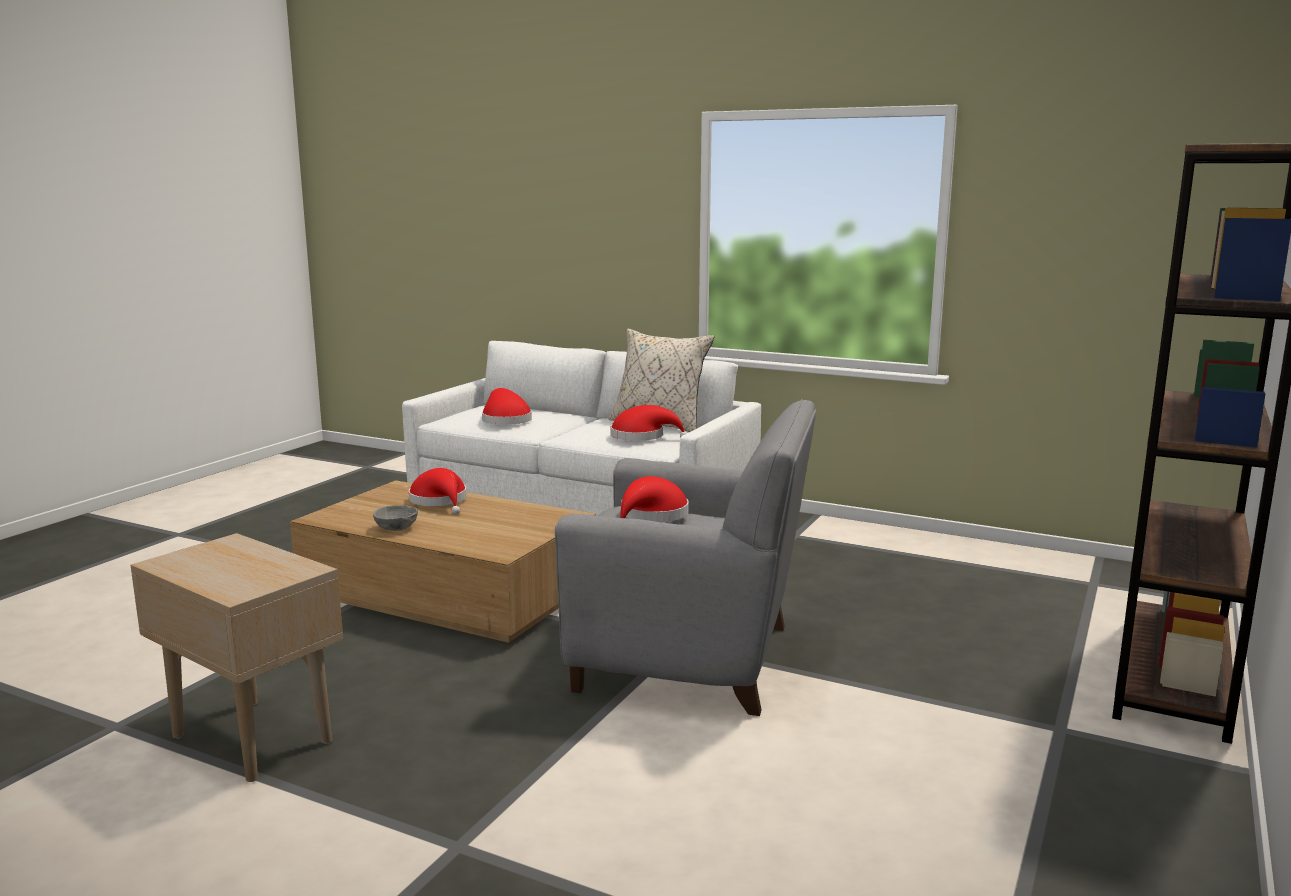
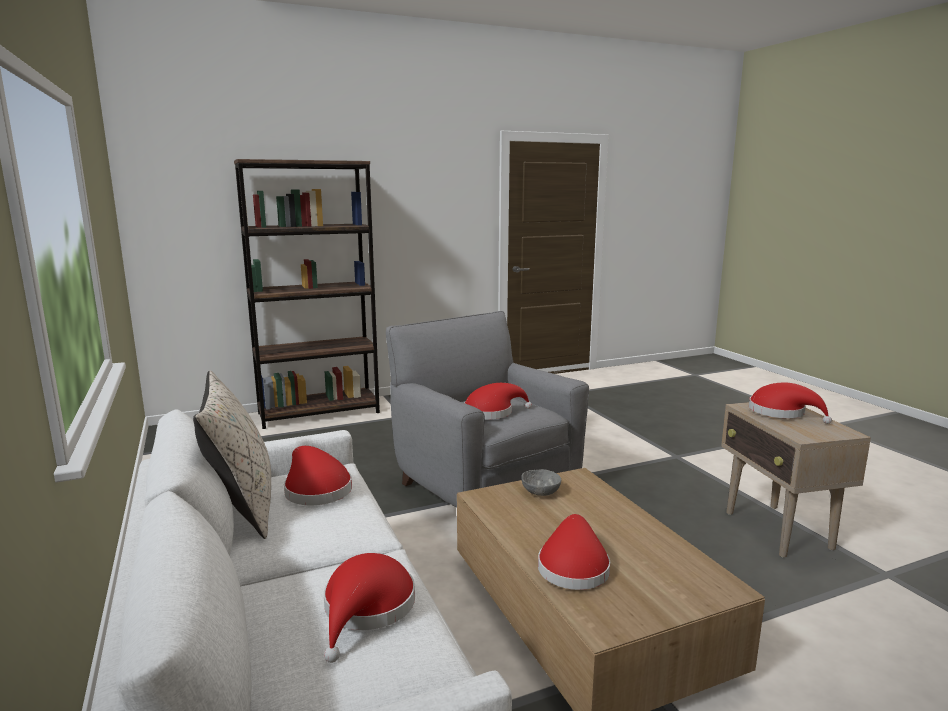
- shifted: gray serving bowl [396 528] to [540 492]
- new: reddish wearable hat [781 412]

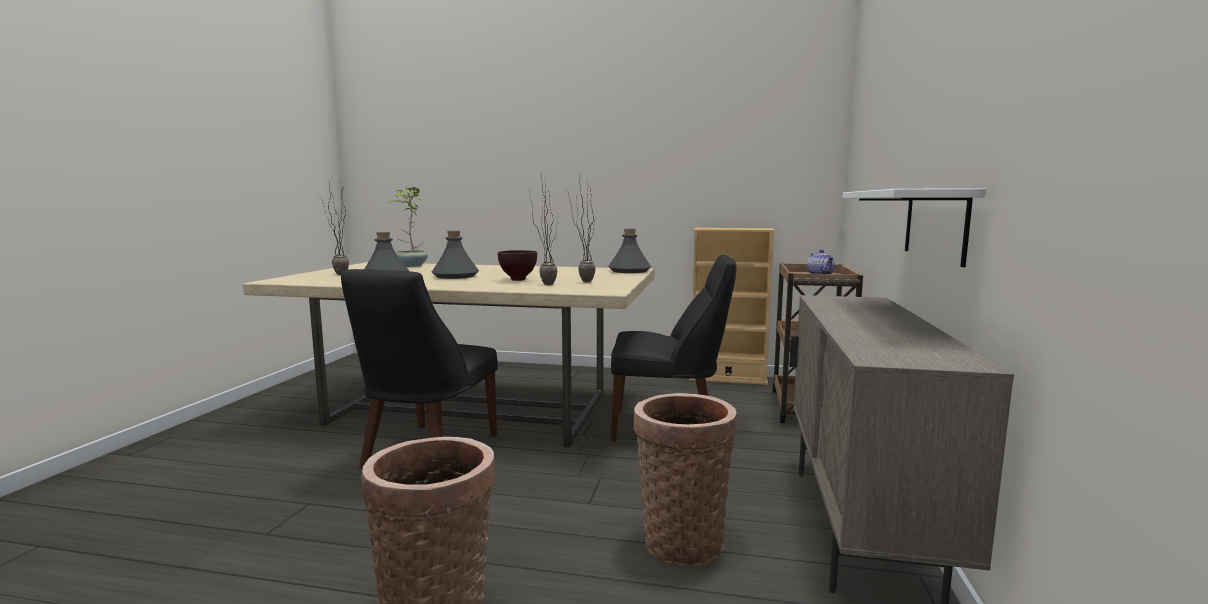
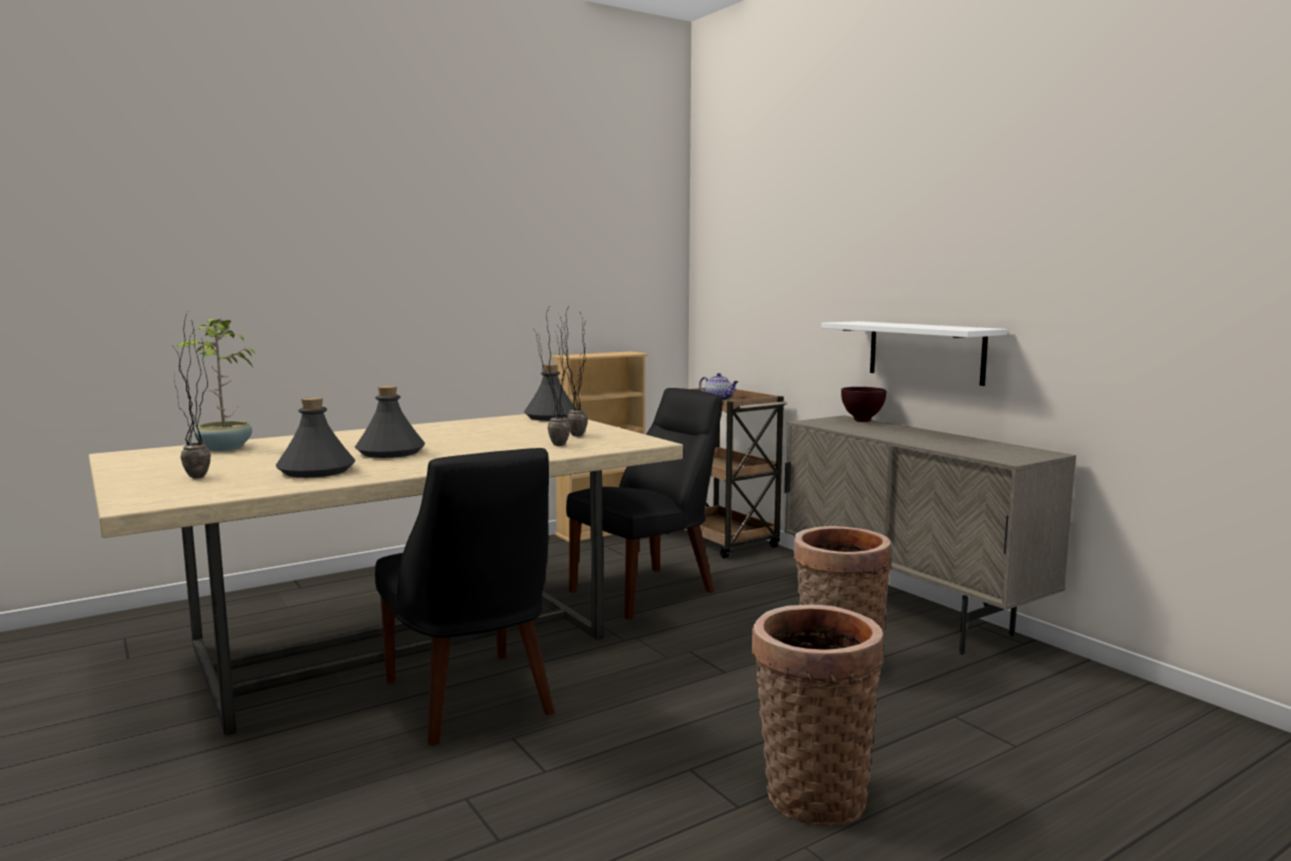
- shifted: brown-coloured serving bowl [519 280] to [862 420]

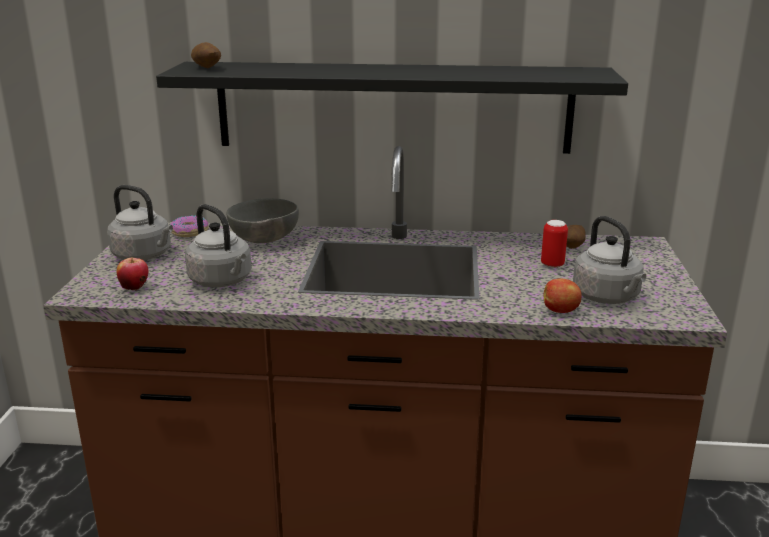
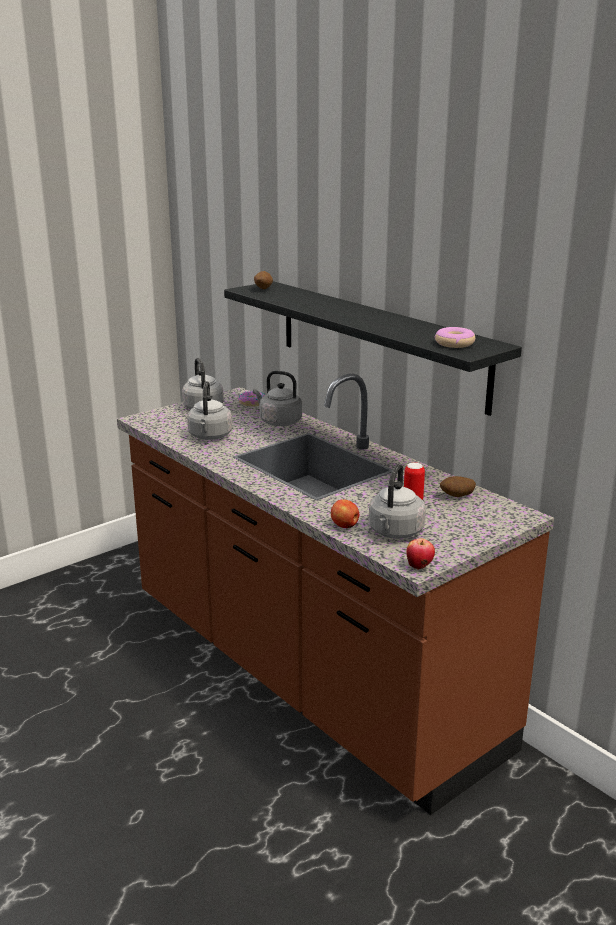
- swapped: gray serving bowl [264 241] to gray tea kettle [278 422]
- shifted: apple fruit [135 288] to [419 567]
- new: ring doughnut [454 343]

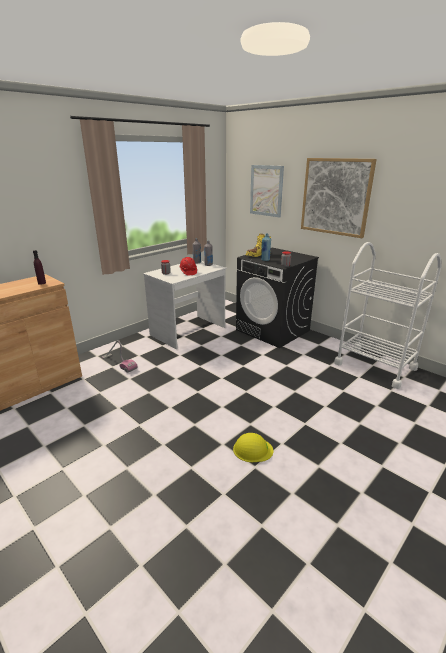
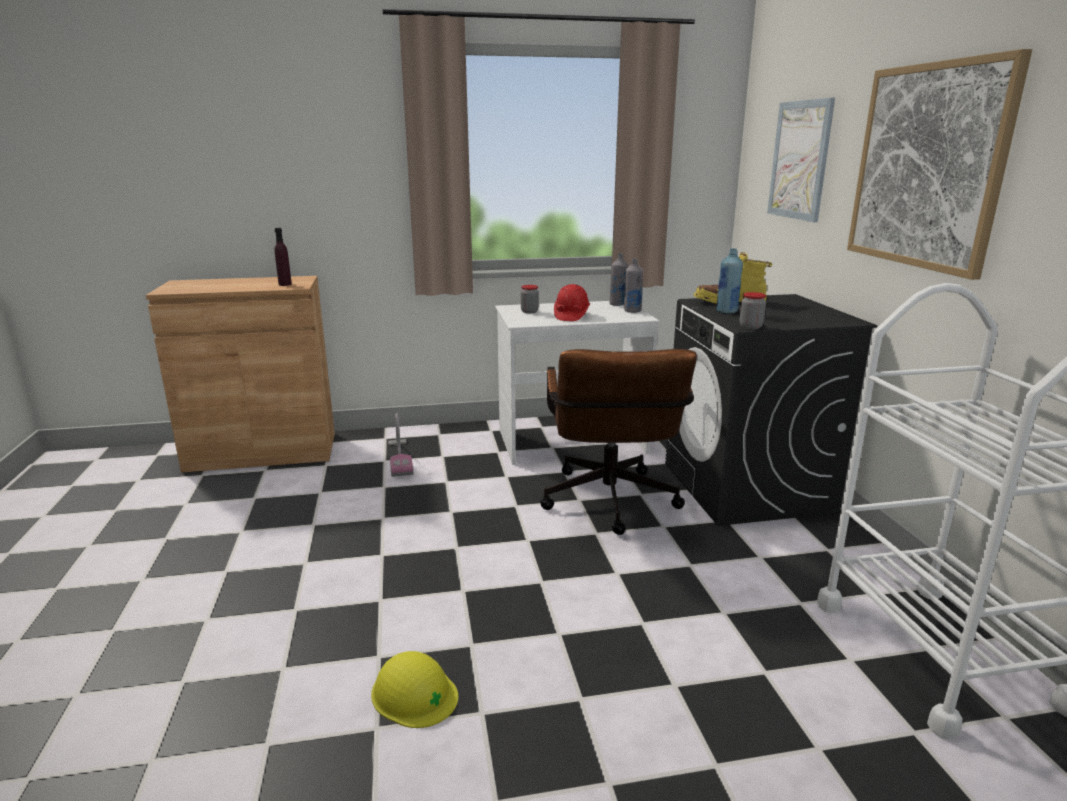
- new: brown-coloured computer chair [610 505]

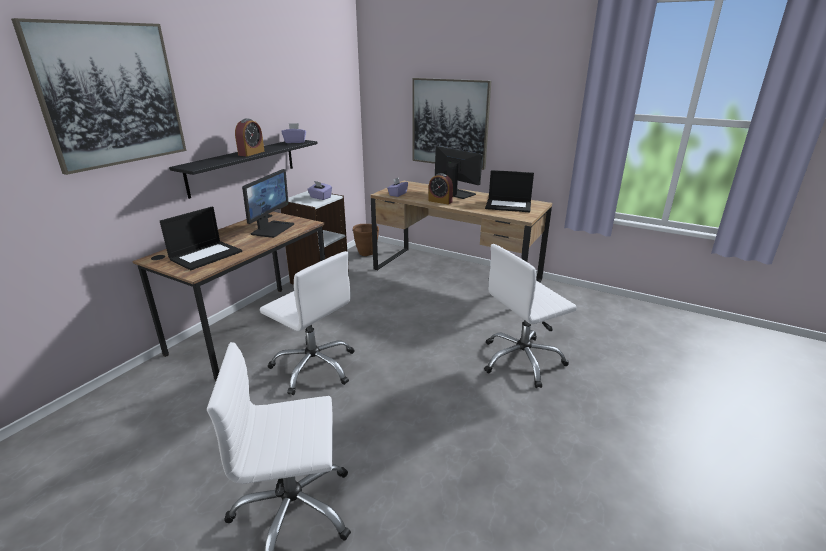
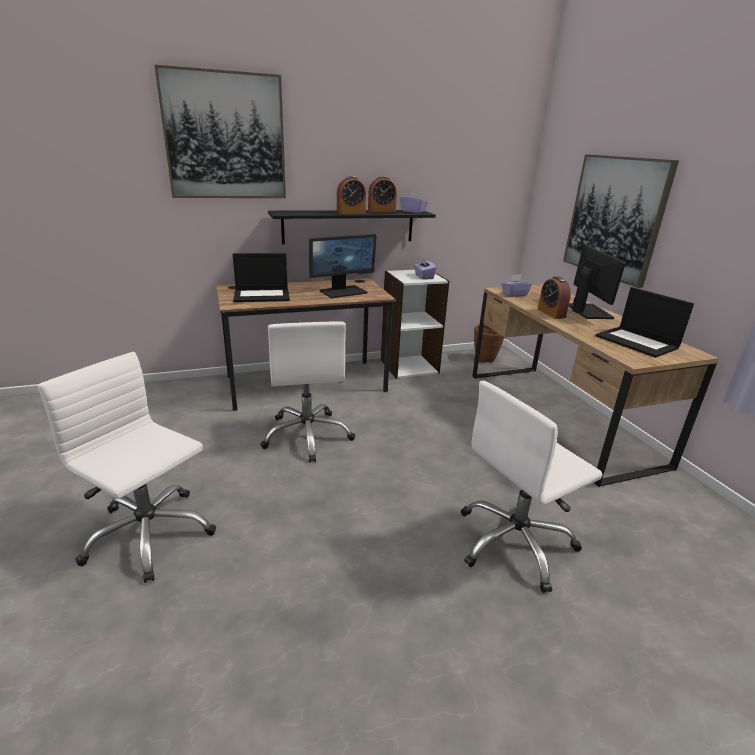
- new: bedside clock [381 211]
- rotated: white computer chair [522 360] = [515 543] 45 degrees counterclockwise

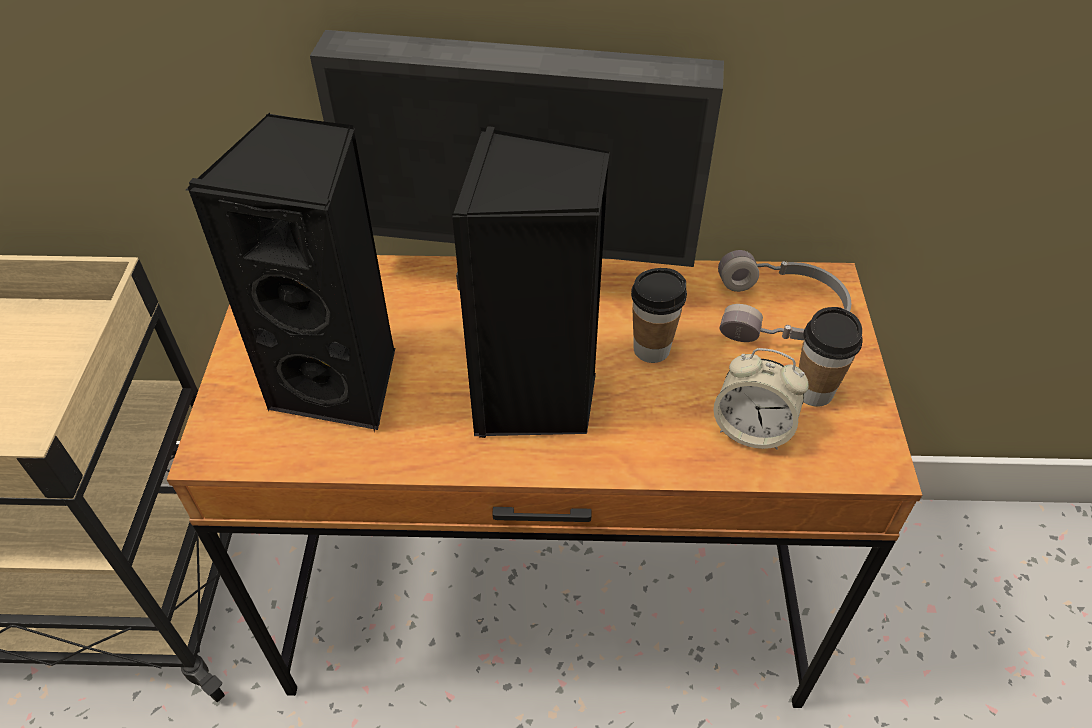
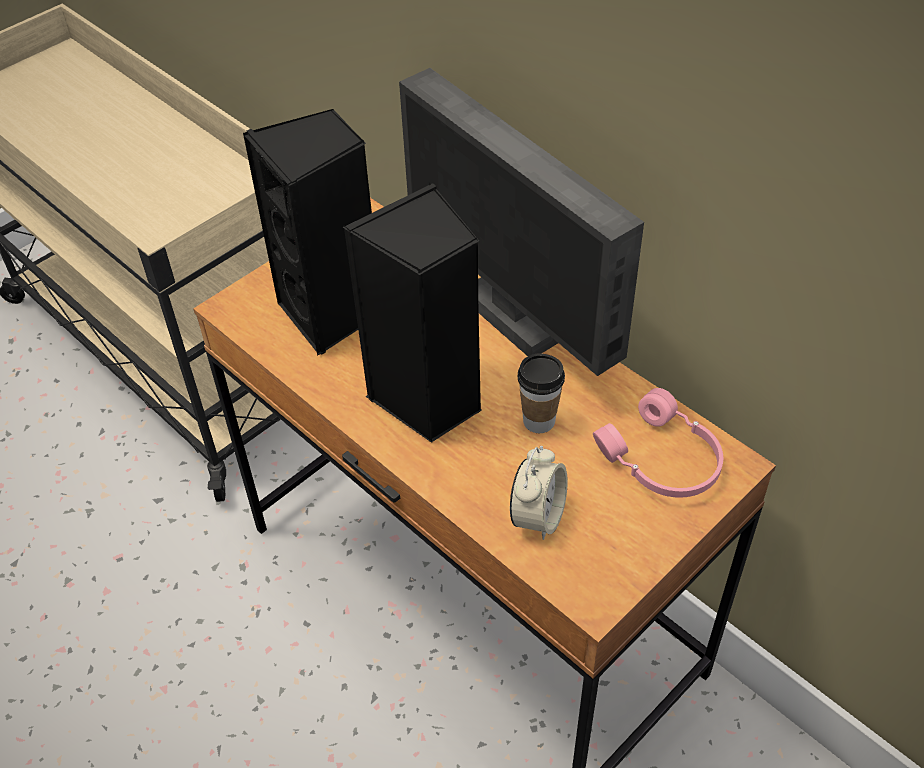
- rotated: bedside clock [751 429] = [538 516] 135 degrees counterclockwise
- repainted: gray pair of headphones [780 315] to pink-coloured pair of headphones [661 460]
- gone: small cup [813 392]

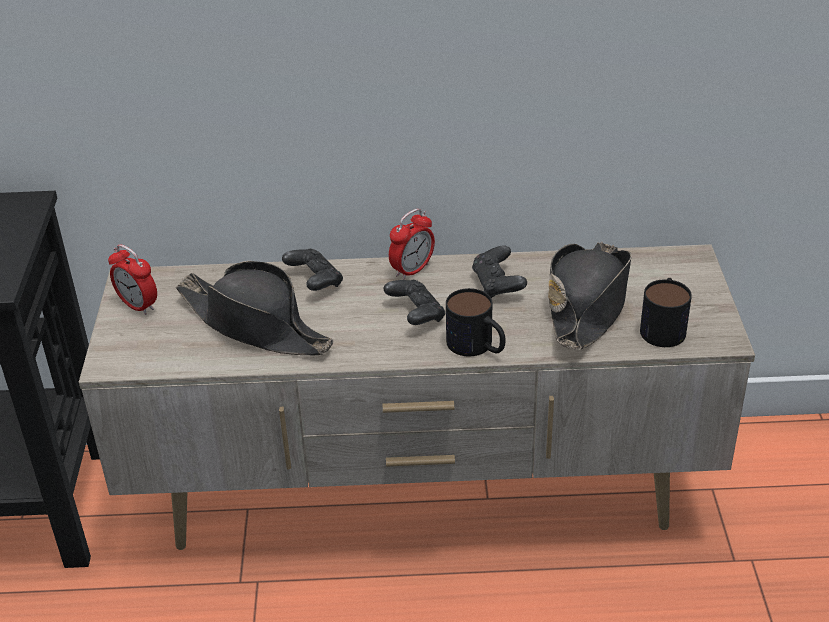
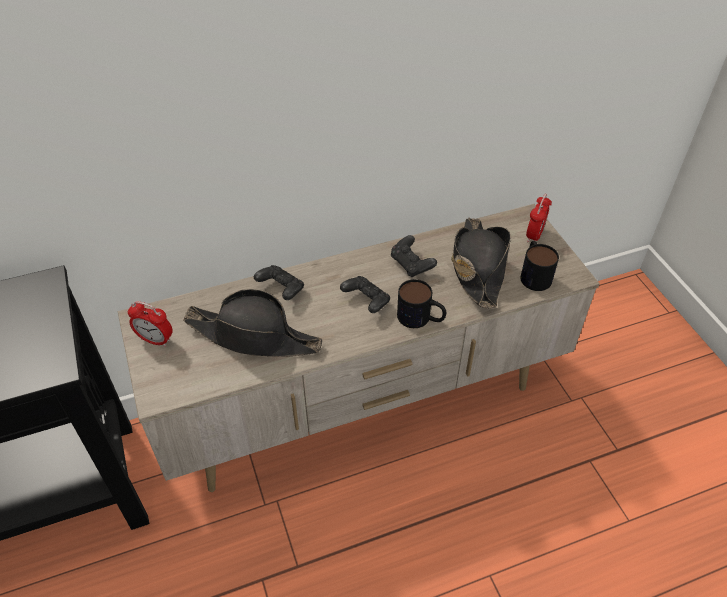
- shifted: bedside clock [412 270] to [534 235]

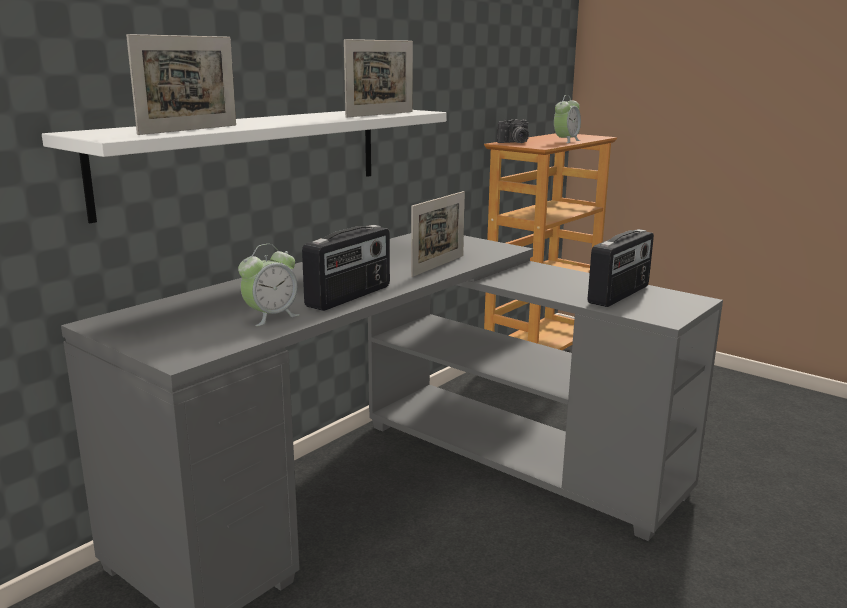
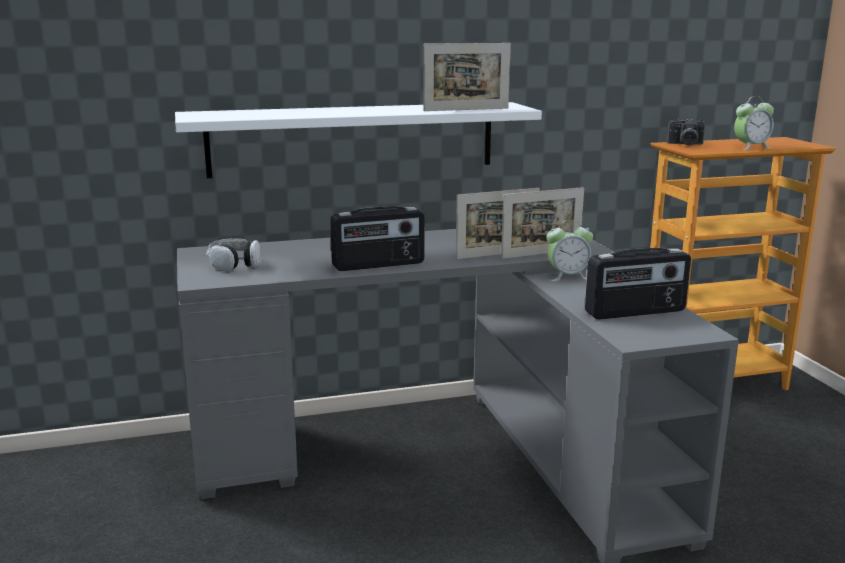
- new: pair of headphones [234 264]
- shifted: photo frame [189 129] to [541 254]
- shifted: bedside clock [271 317] to [567 276]

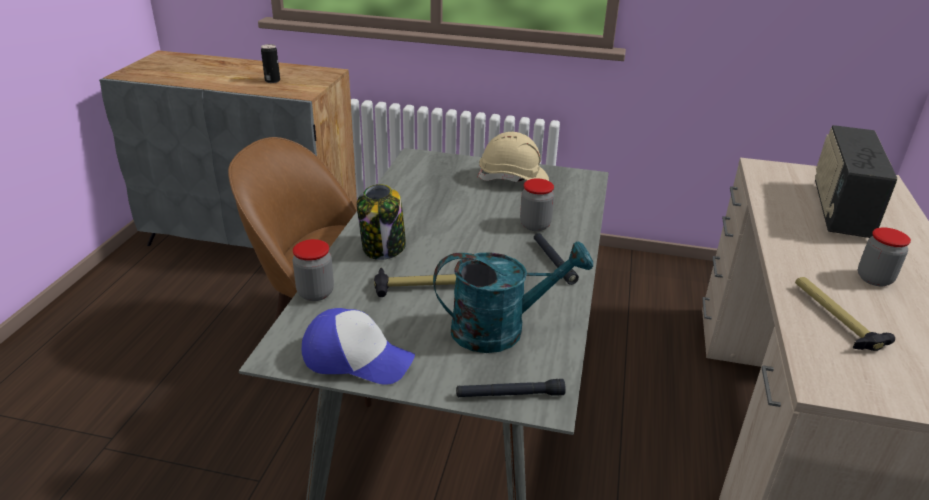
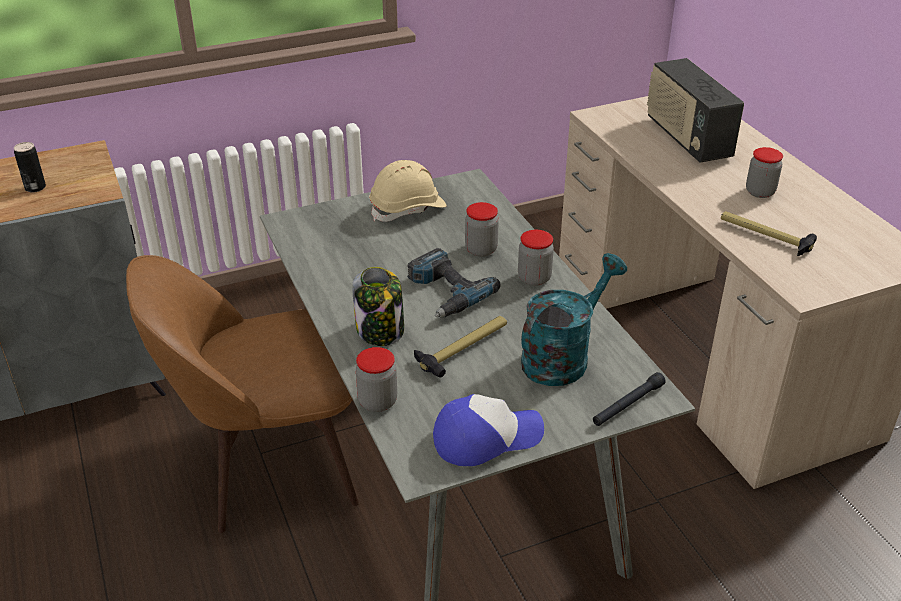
- new: drill [445 292]
- swapped: black flashlight [553 262] to preserve jar [534 278]

